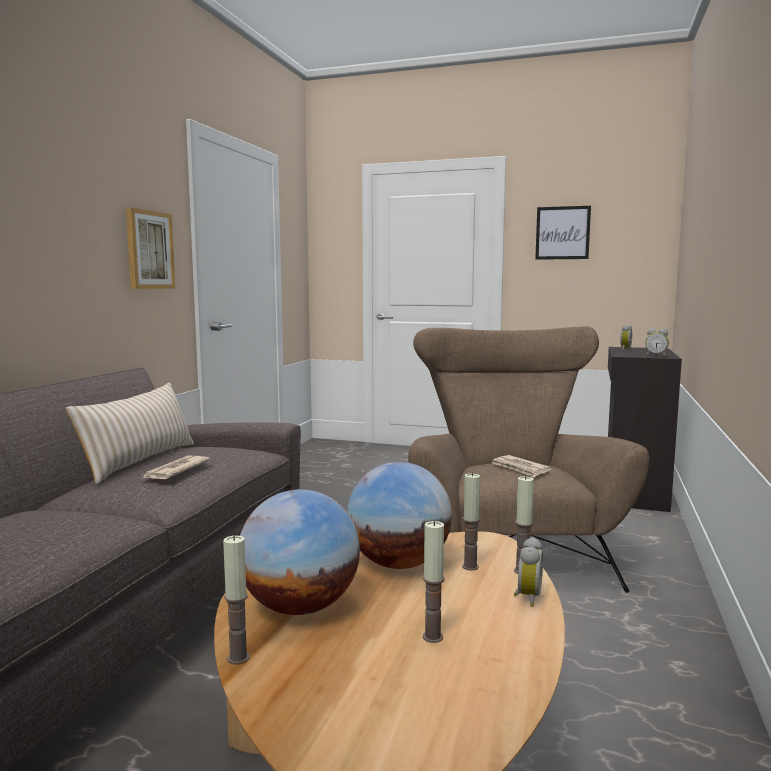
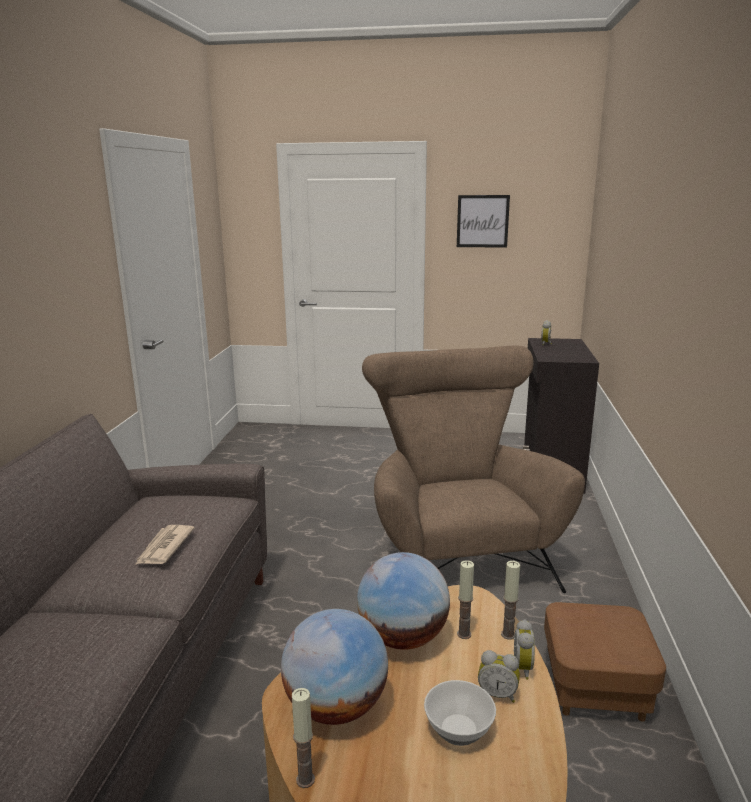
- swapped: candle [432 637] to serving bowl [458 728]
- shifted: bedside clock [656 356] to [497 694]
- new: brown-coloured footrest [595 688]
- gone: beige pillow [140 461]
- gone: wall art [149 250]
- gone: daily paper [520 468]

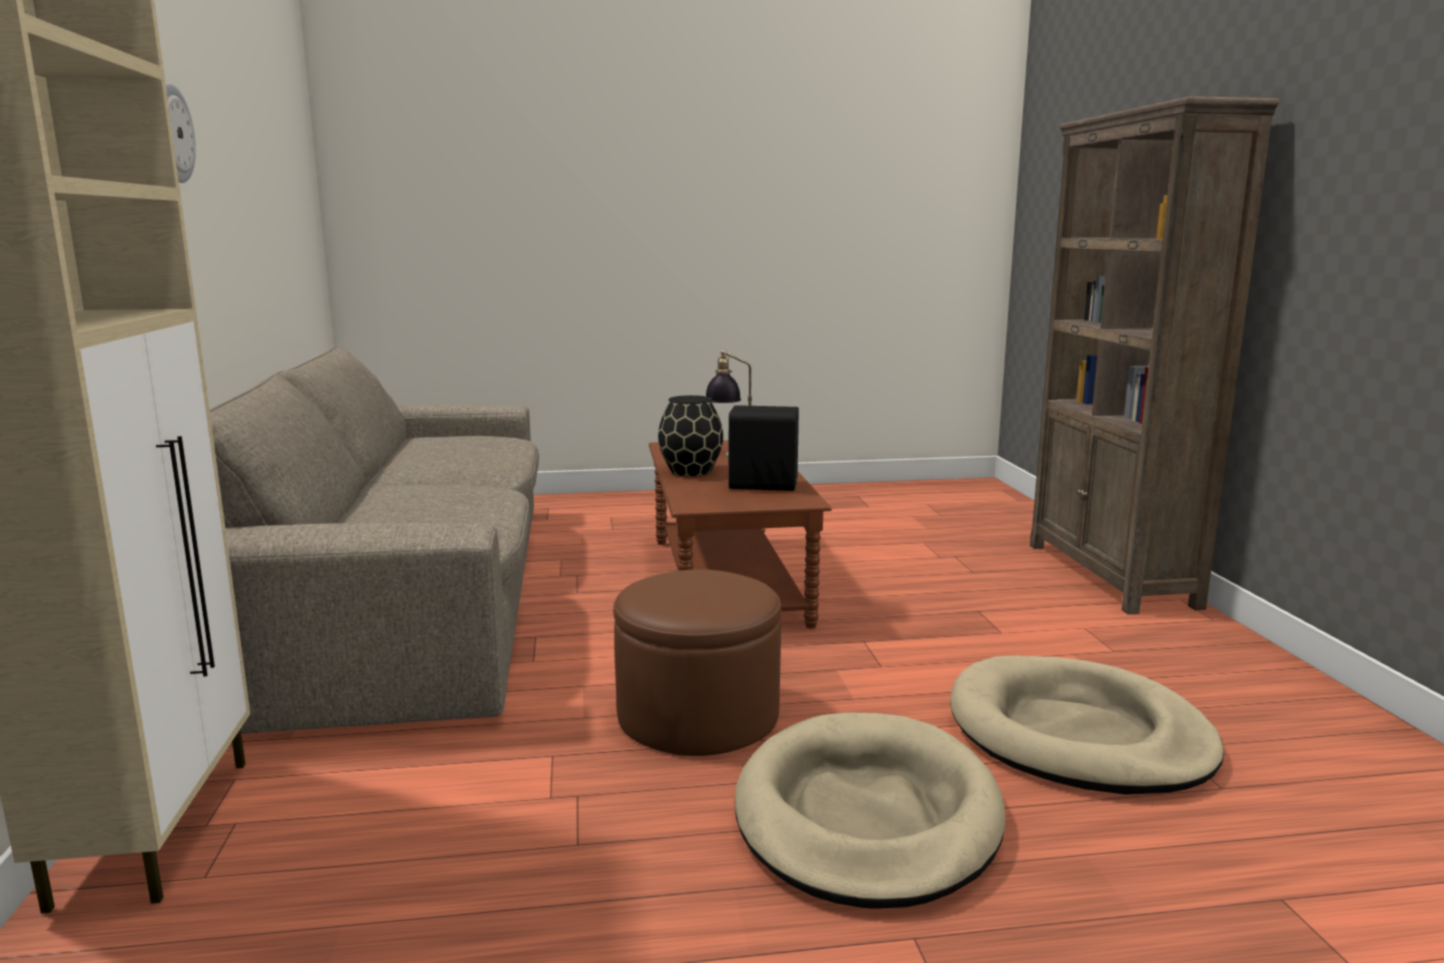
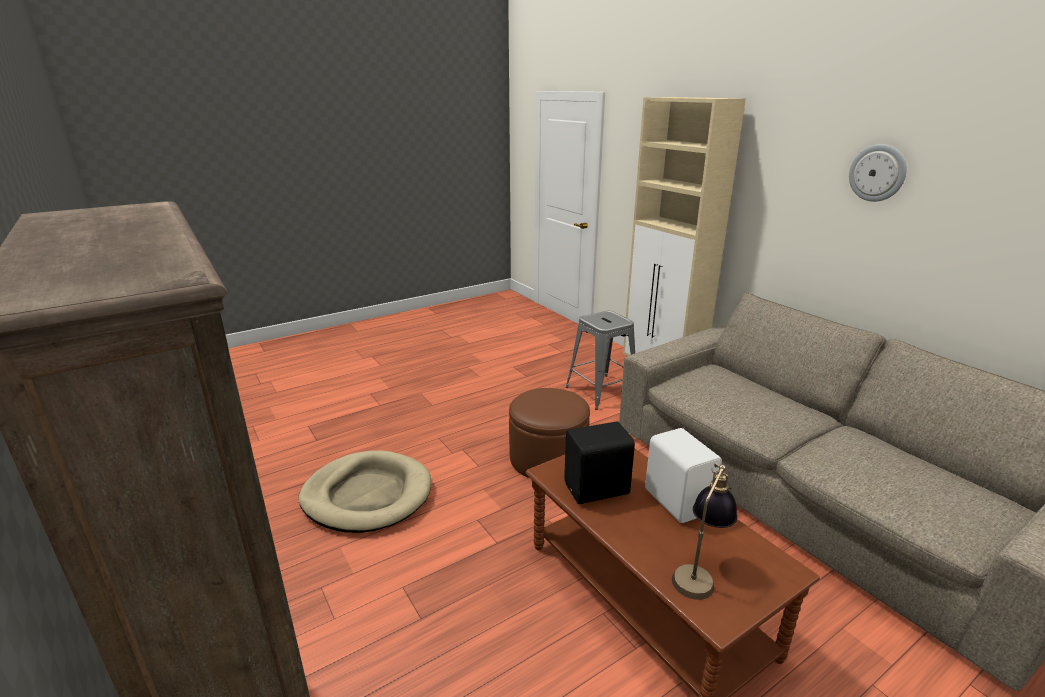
- new: gray stool [601 391]
- swapped: black flower vase [690 471] to white audio speaker [678 500]
- gone: beige dog bed [866 816]

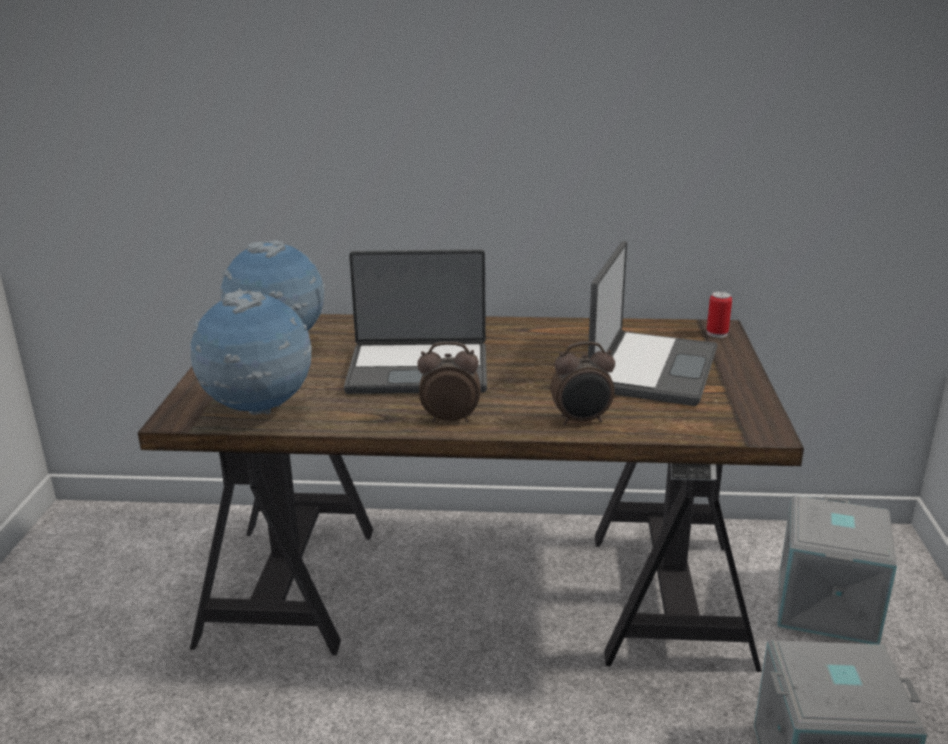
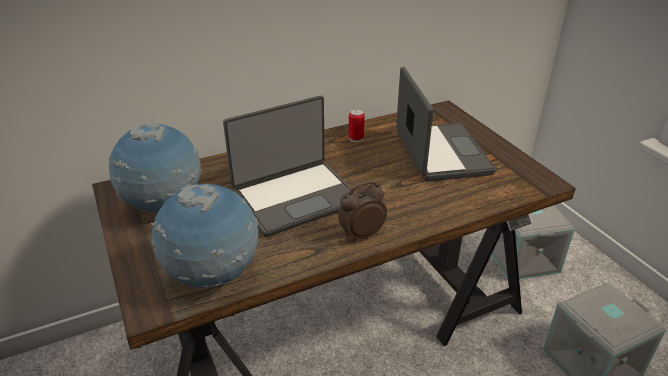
- shifted: metal can [717 333] to [356 138]
- gone: bedside clock [582 420]

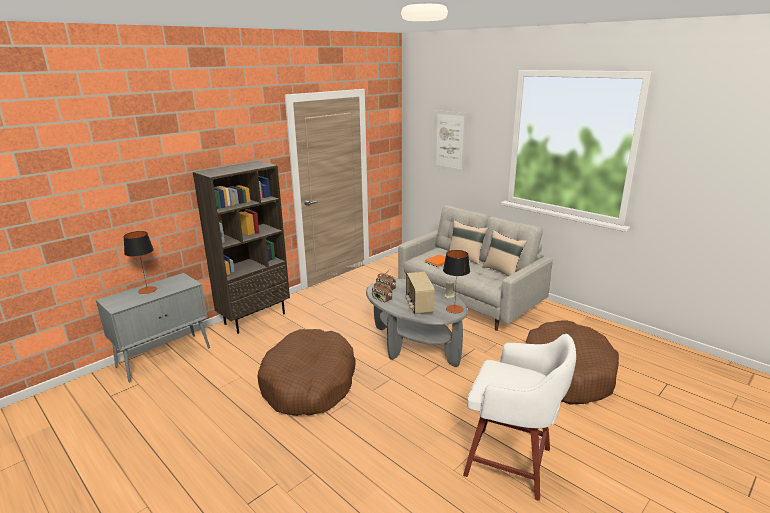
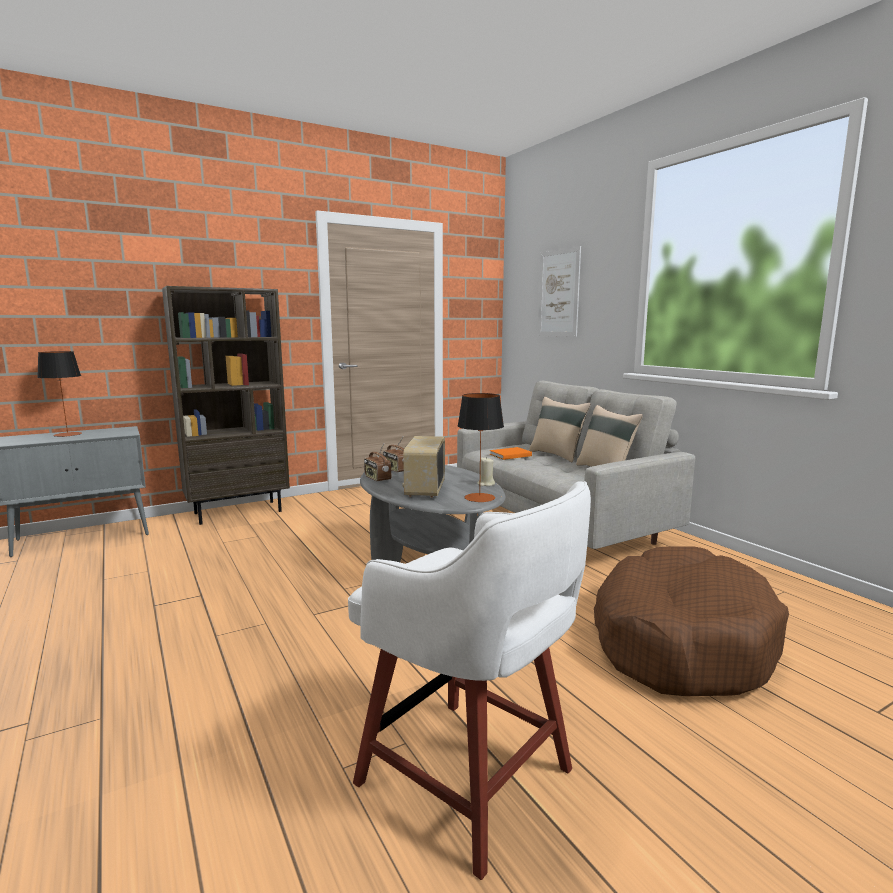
- gone: brown-coloured dog bed [309 383]

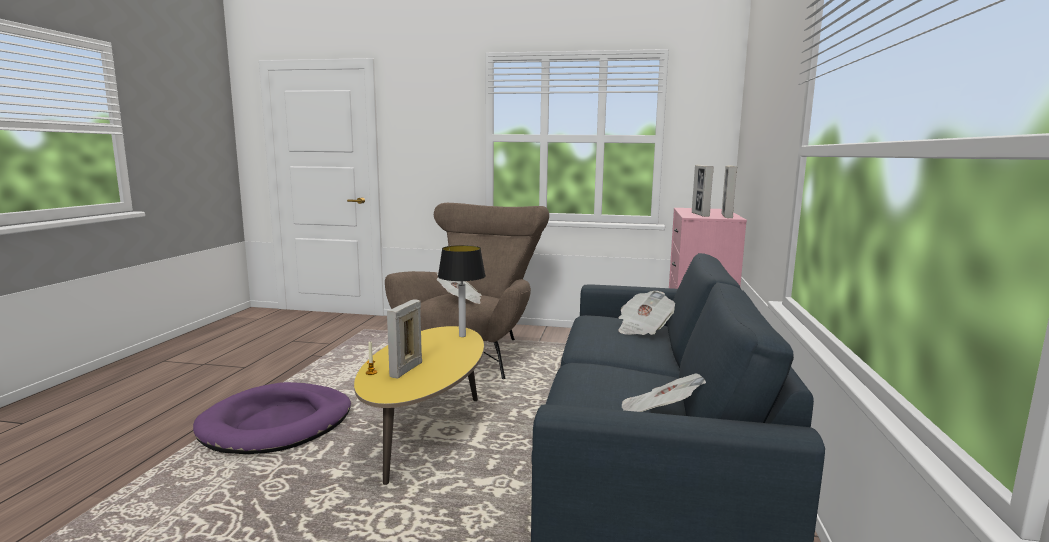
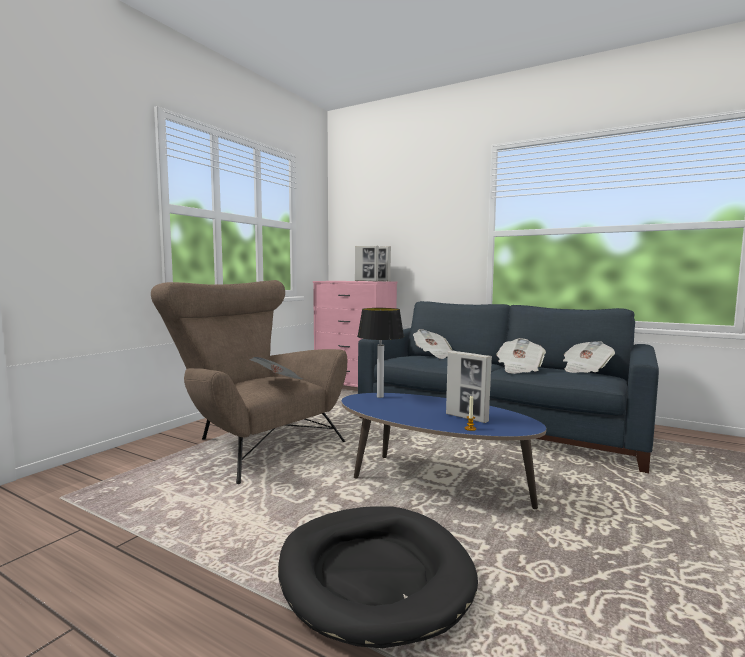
- repainted: purplish dog bed [277 423] to black dog bed [374 575]
- repainted: yellow-coloured low table [427 429] to blue low table [432 483]
- new: daily paper [519 369]

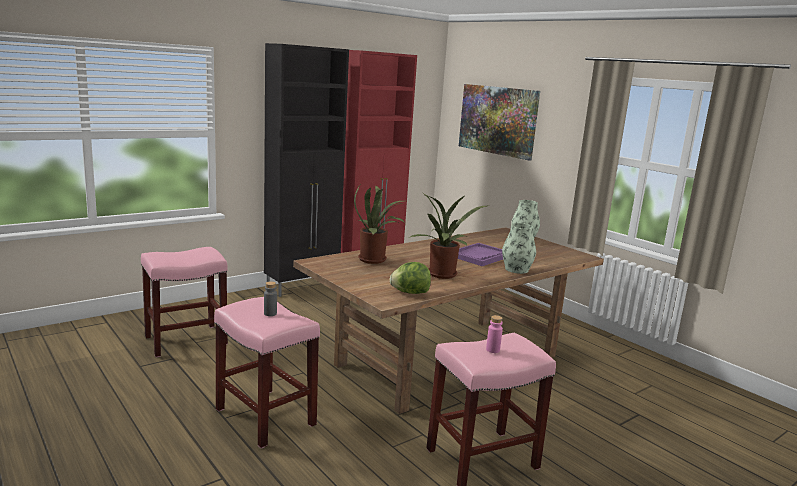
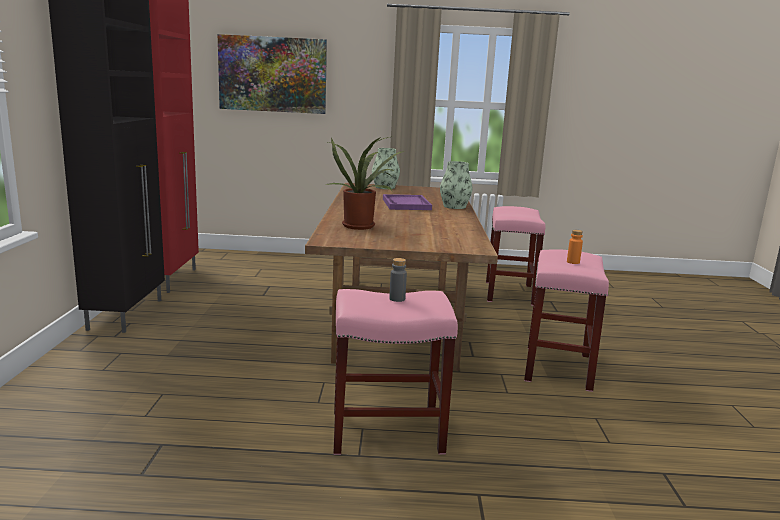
- shifted: pink-coloured stool [185 341] to [510 293]
- repainted: pink-coloured drink bottle [493 350] to orange-coloured drink bottle [573 262]
- gone: lettuce [410 293]
- gone: potted plant [443 275]

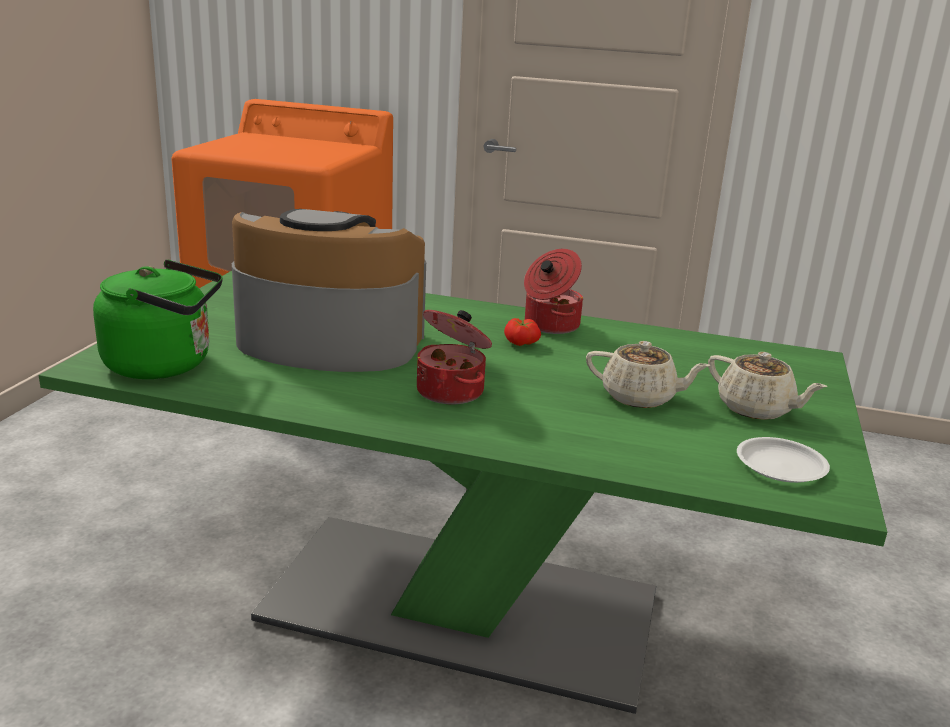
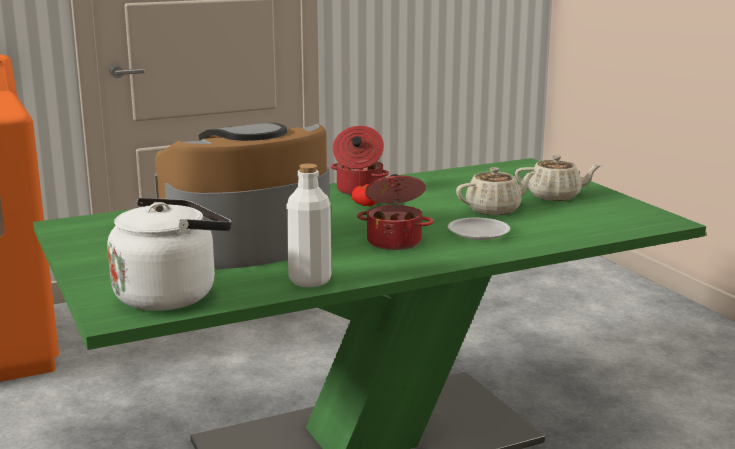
- repainted: green tea kettle [165 365] to white tea kettle [171 295]
- new: white drink bottle [310 280]
- shifted: white flat dish [780 466] to [478 233]

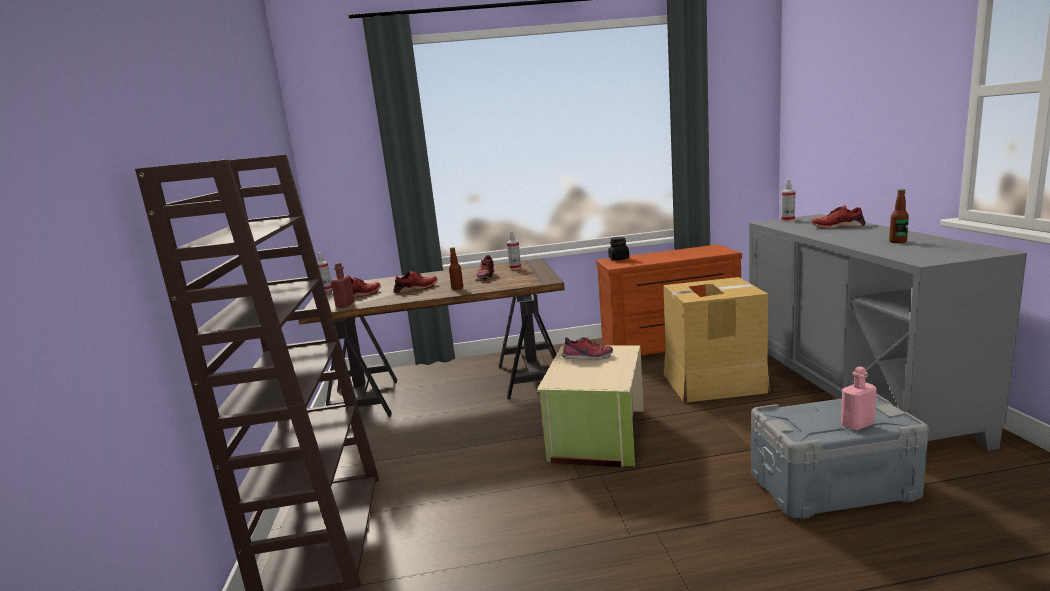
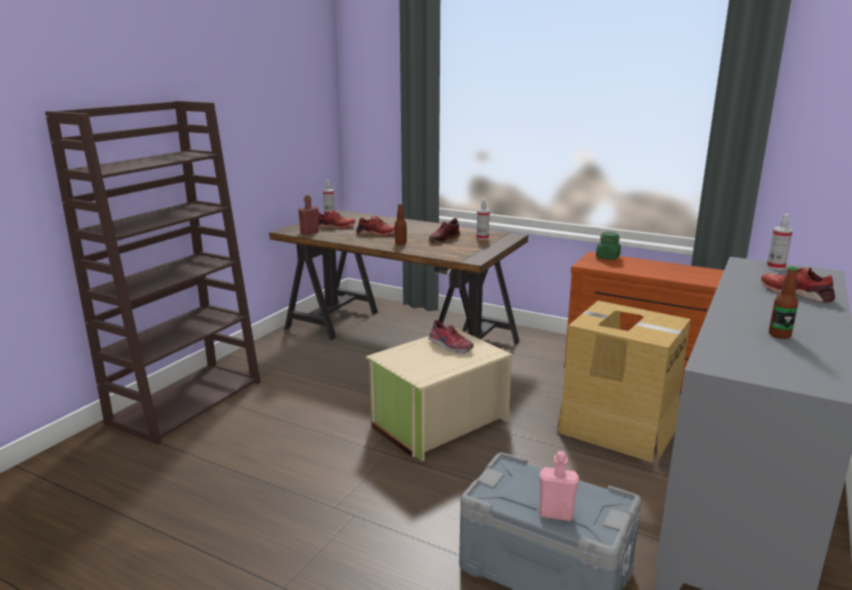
- repainted: black preserve jar [619 259] to green preserve jar [607 257]

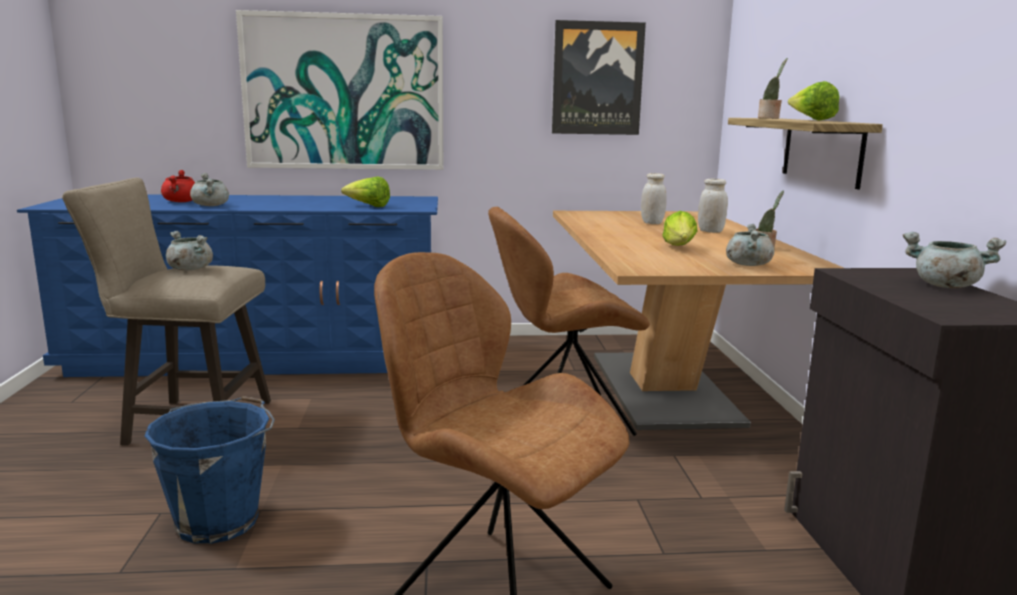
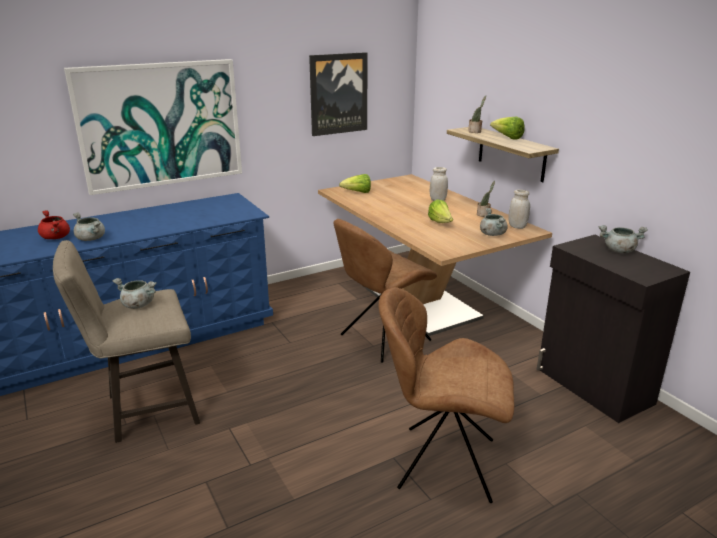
- shifted: lettuce [368 206] to [357 193]
- shifted: white preserve jar [652 223] to [517 226]
- gone: blue pail [220 520]

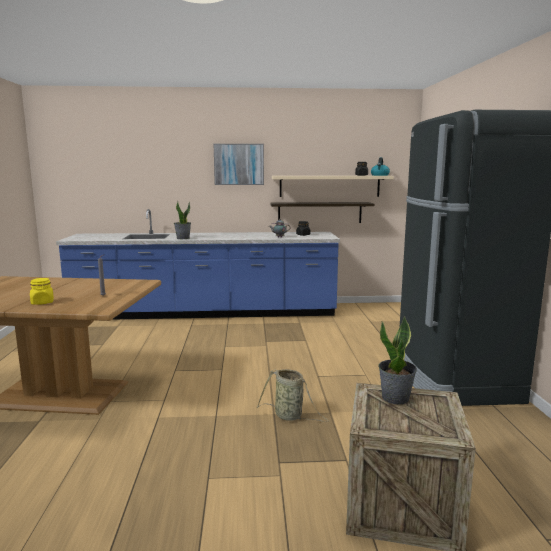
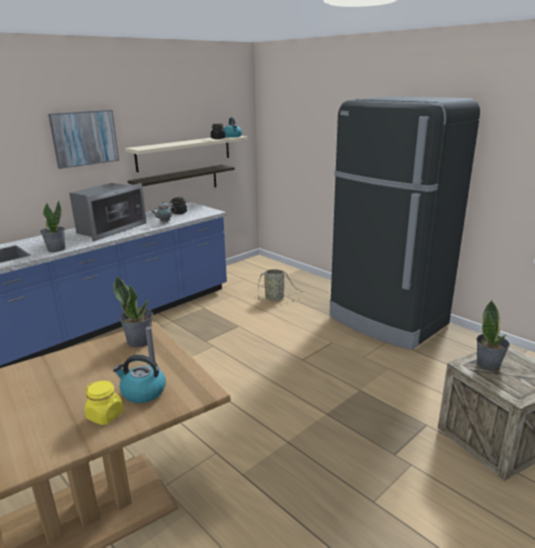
- new: microwave [109 229]
- new: tea kettle [142 392]
- new: potted plant [139 341]
- shifted: basket [290 416] to [276 298]

